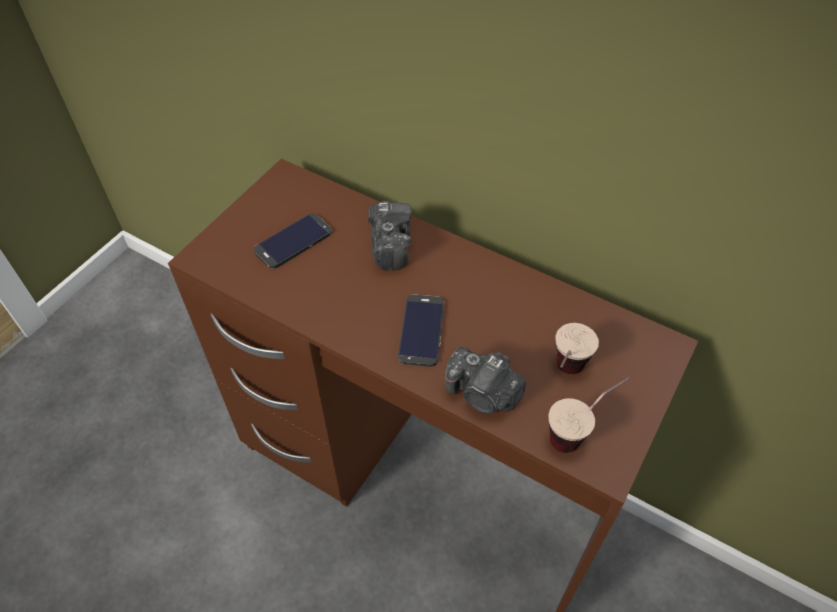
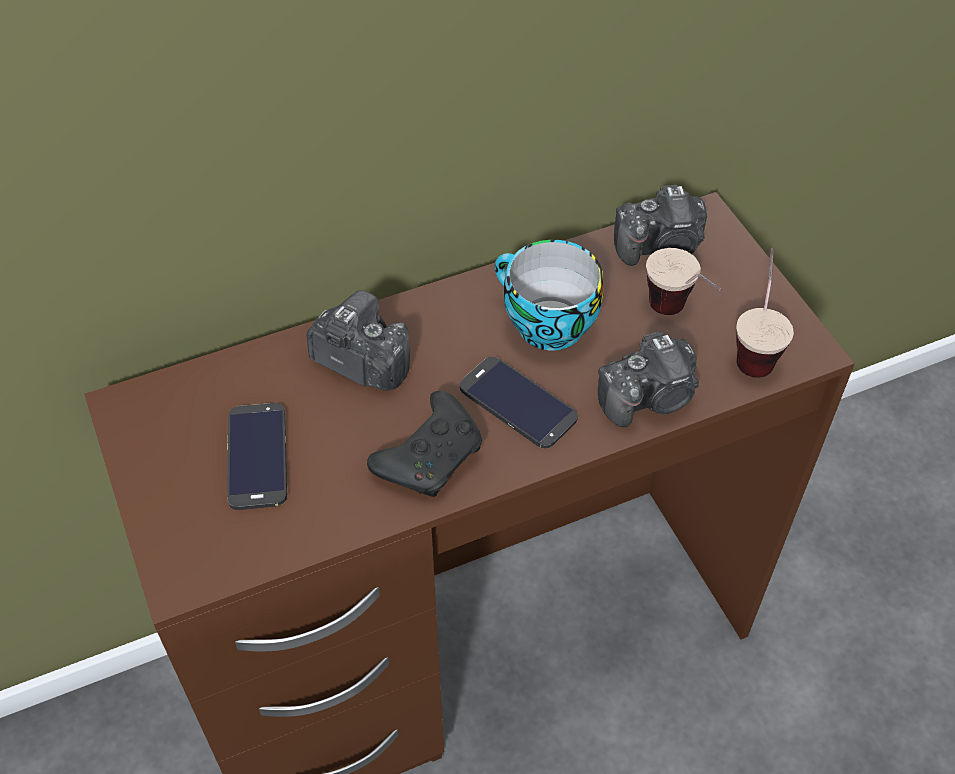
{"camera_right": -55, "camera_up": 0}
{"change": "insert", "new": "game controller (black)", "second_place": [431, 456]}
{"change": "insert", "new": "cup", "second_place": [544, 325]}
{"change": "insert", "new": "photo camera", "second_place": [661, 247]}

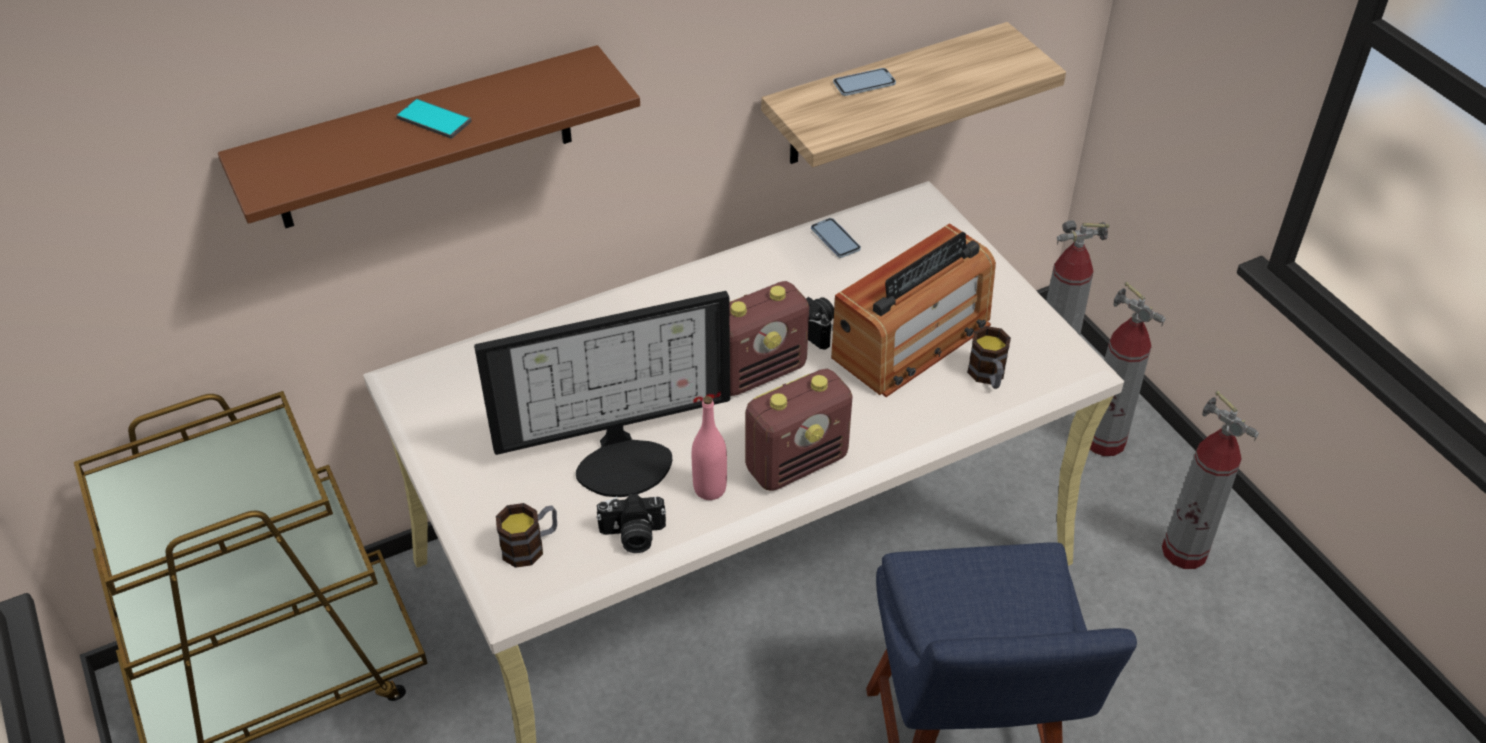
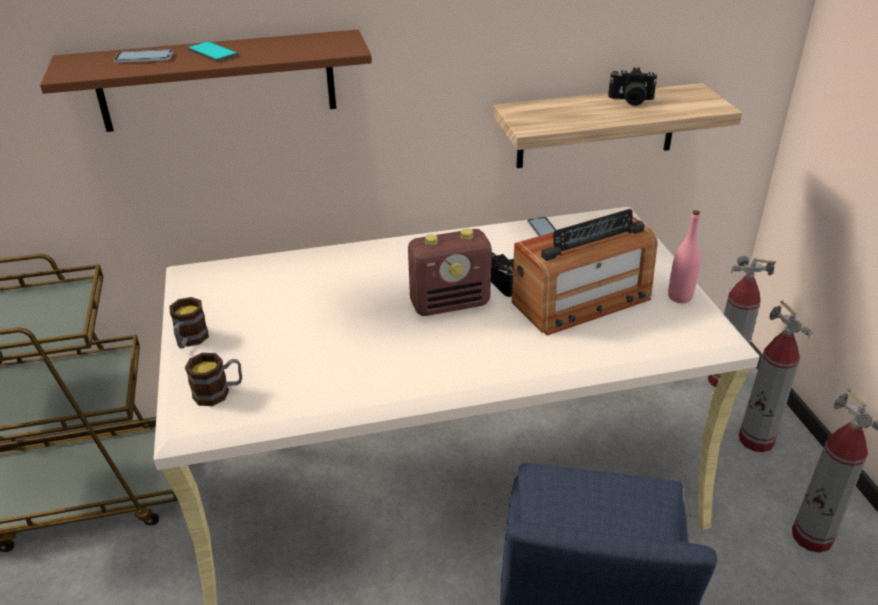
{"camera_right": 15, "camera_up": -10}
{"change": "delete", "old": "monitor", "first_place": [623, 459]}
{"change": "move", "old": "photo camera", "first_place": [633, 536], "second_place": [631, 100]}
{"change": "move", "old": "bottle (pink)", "first_place": [710, 489], "second_place": [679, 297]}
{"change": "delete", "old": "radio", "first_place": [797, 462]}
{"change": "move", "old": "phone", "first_place": [864, 83], "second_place": [144, 58]}
{"change": "move", "old": "mug", "first_place": [988, 376], "second_place": [190, 340]}

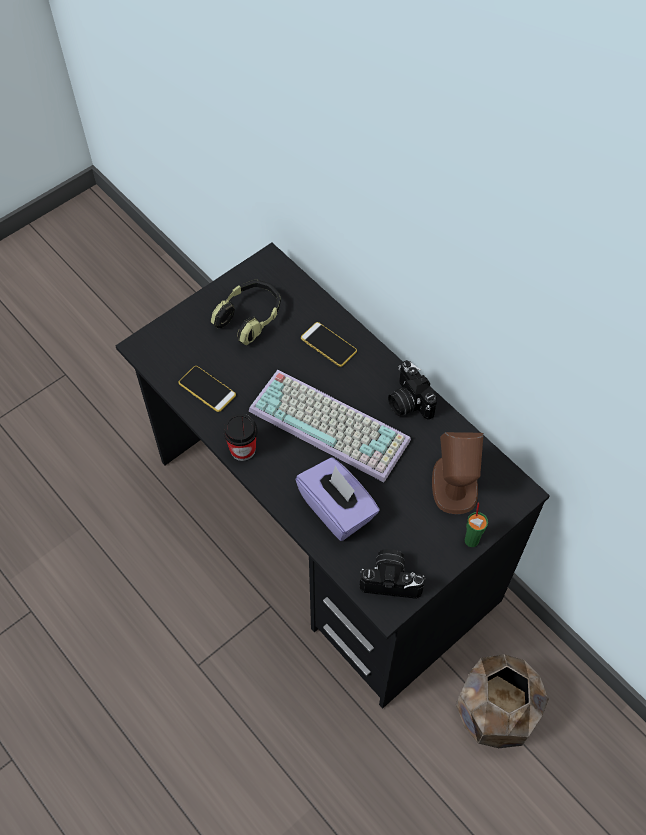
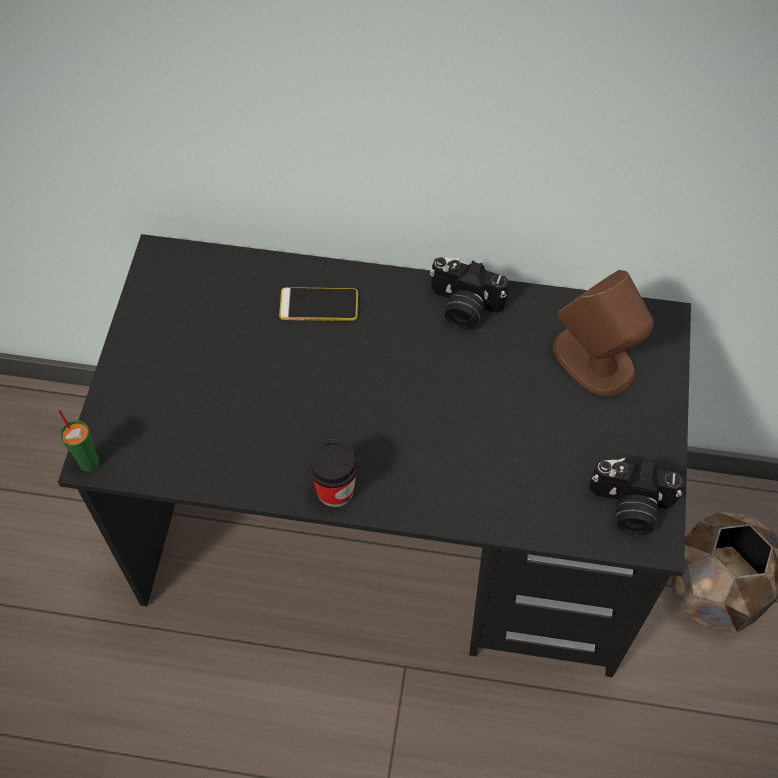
{"camera_right": -40, "camera_up": 0}
{"change": "delete", "old": "phone", "first_place": [207, 389]}
{"change": "delete", "old": "headphones", "first_place": [249, 317]}
{"change": "delete", "old": "keyboard", "first_place": [332, 424]}
{"change": "delete", "old": "tissue box (purple)", "first_place": [337, 509]}
{"change": "rotate", "old": "photo camera", "first_place": [391, 579], "second_place": [629, 507], "degrees": -135}
{"change": "move", "old": "cup (green)", "first_place": [472, 540], "second_place": [89, 462]}

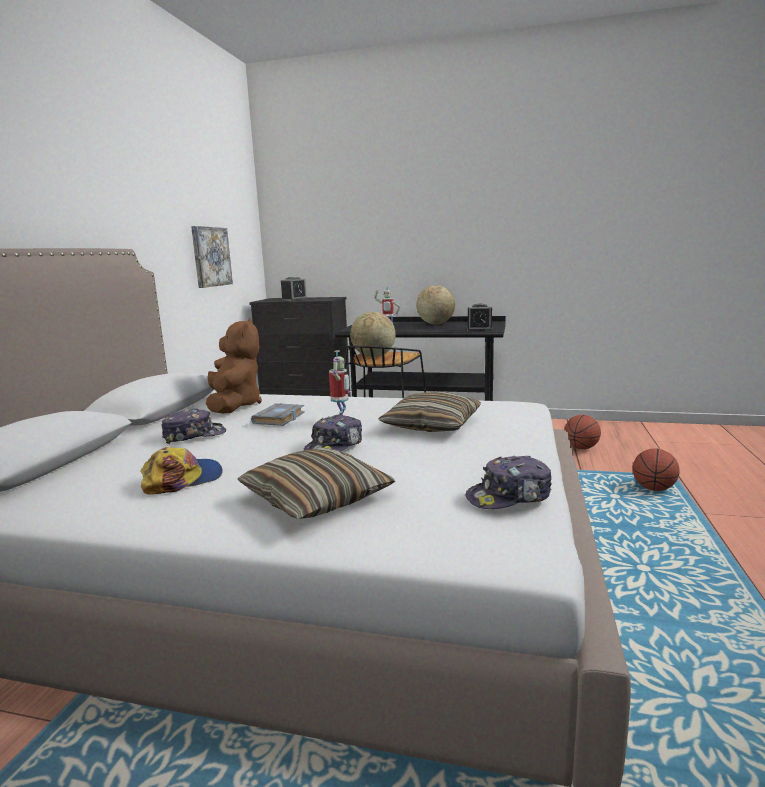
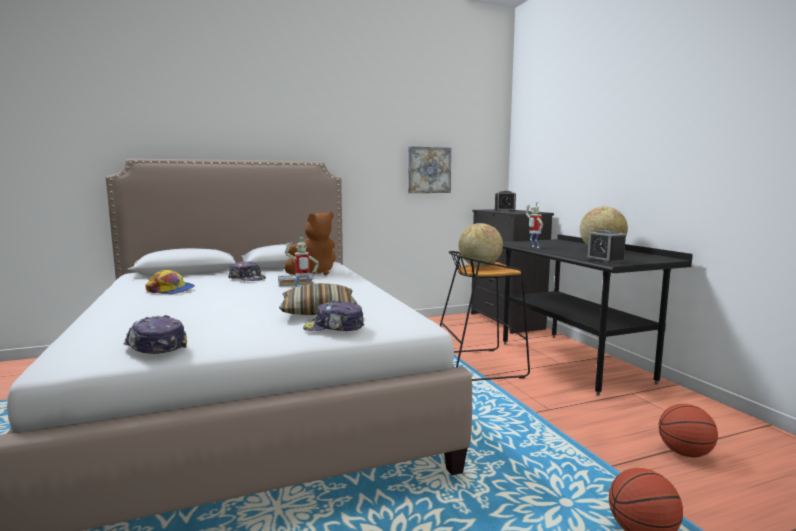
{"camera_right": 55, "camera_up": -5}
{"change": "delete", "old": "pillow", "first_place": [316, 499]}
{"change": "move", "old": "cap", "first_place": [335, 446], "second_place": [334, 328]}

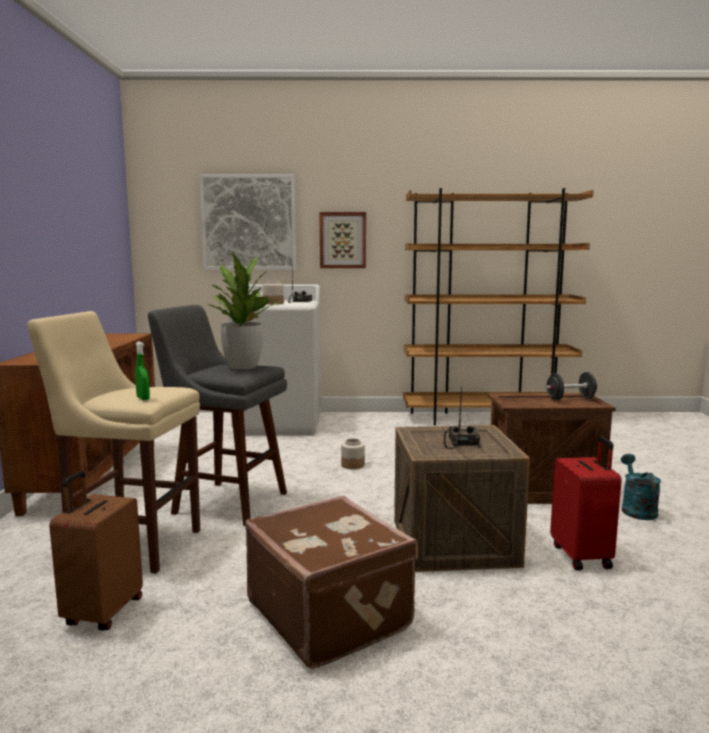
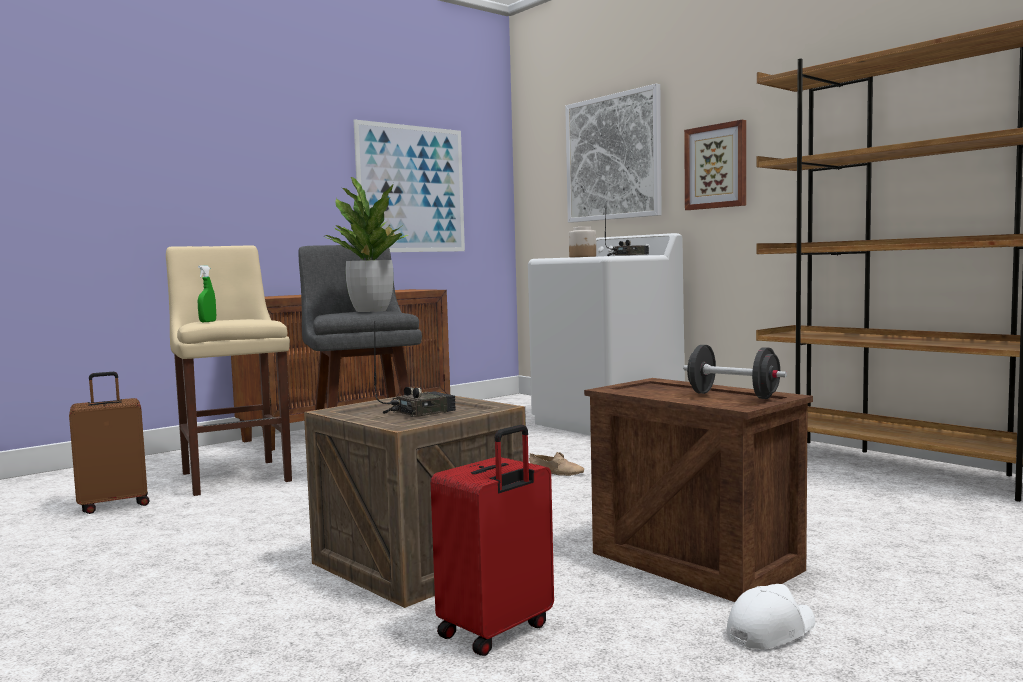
{"camera_right": 50, "camera_up": -5}
{"change": "delete", "old": "suitcase (brown)", "first_place": [330, 614]}
{"change": "replace", "old": "jar", "new": "shoe (beige)", "first_place": [352, 465], "second_place": [556, 472]}
{"change": "replace", "old": "watering can (turquoise)", "new": "cap (white)", "first_place": [636, 509], "second_place": [770, 630]}
{"change": "insert", "new": "picture", "second_place": [411, 189]}

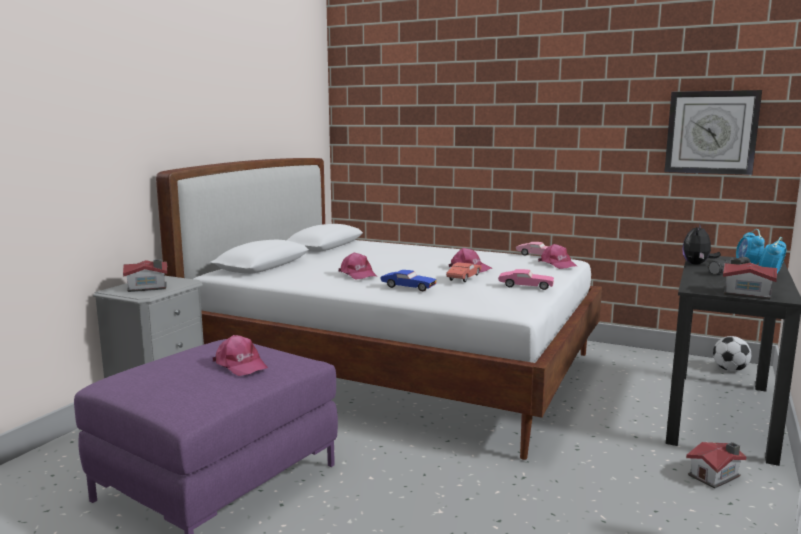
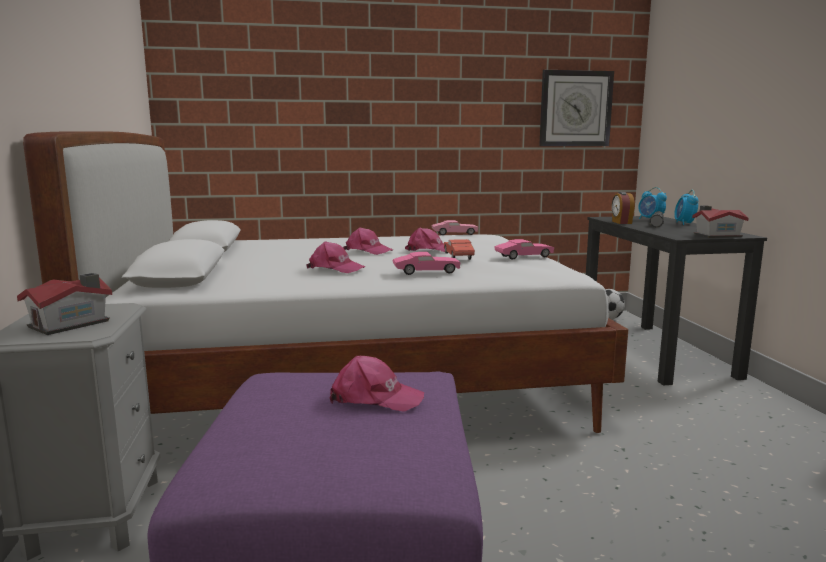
{"camera_right": -35, "camera_up": 0}
{"change": "recolor", "old": "toy car (blue)", "new": "toy car (pink)", "first_place": [408, 287], "second_place": [426, 272]}
{"change": "move", "old": "cap (pink)", "first_place": [558, 264], "second_place": [367, 251]}
{"change": "replace", "old": "plush toy", "new": "alarm clock", "first_place": [697, 264], "second_place": [621, 222]}
{"change": "delete", "old": "toy house", "first_place": [716, 476]}

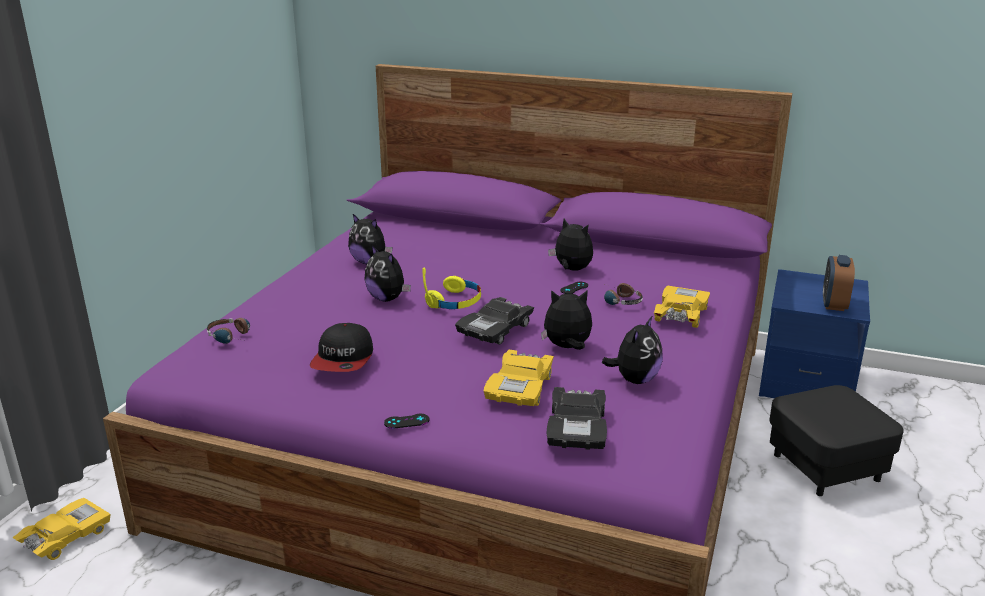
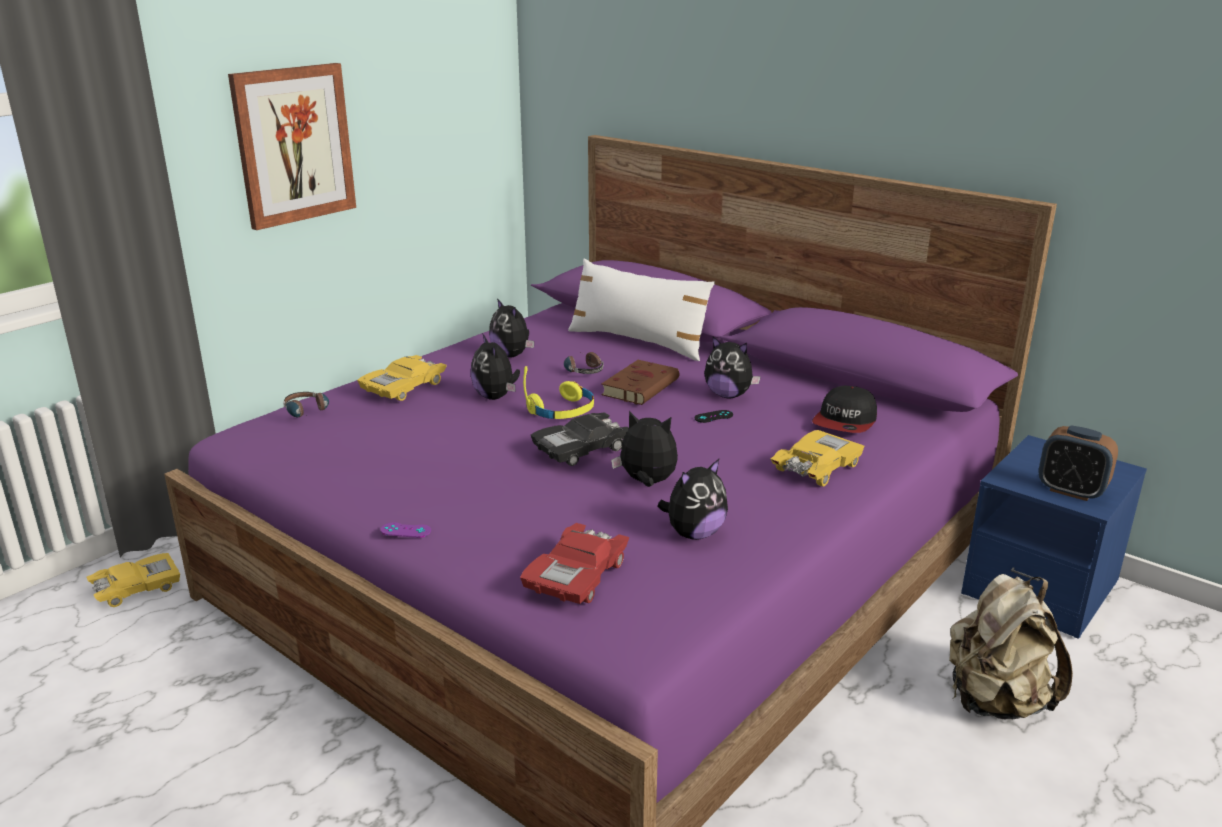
{"camera_right": 20, "camera_up": 0}
{"change": "move", "old": "cap", "first_place": [343, 359], "second_place": [845, 421]}
{"change": "recolor", "old": "game controller (black)", "new": "game controller (purple)", "first_place": [406, 421], "second_place": [405, 530]}
{"change": "move", "old": "toy car (yellow)", "first_place": [520, 388], "second_place": [404, 387]}
{"change": "recolor", "old": "toy car (black)", "new": "toy car (red)", "first_place": [577, 429], "second_place": [577, 576]}
{"change": "rotate", "old": "plush toy", "first_place": [571, 270], "second_place": [728, 395], "degrees": 150}
{"change": "move", "old": "headphones", "first_place": [618, 300], "second_place": [582, 369]}
{"change": "replace", "old": "ottoman (black)", "new": "backpack (beige)", "first_place": [826, 467], "second_place": [995, 701]}
{"change": "rotate", "old": "alarm clock", "first_place": [834, 304], "second_place": [1071, 491], "degrees": -90}
{"change": "insert", "new": "picture", "second_place": [294, 145]}
{"change": "insert", "new": "pillow (white)", "second_place": [638, 341]}
{"change": "insert", "new": "book (brown)", "second_place": [641, 386]}

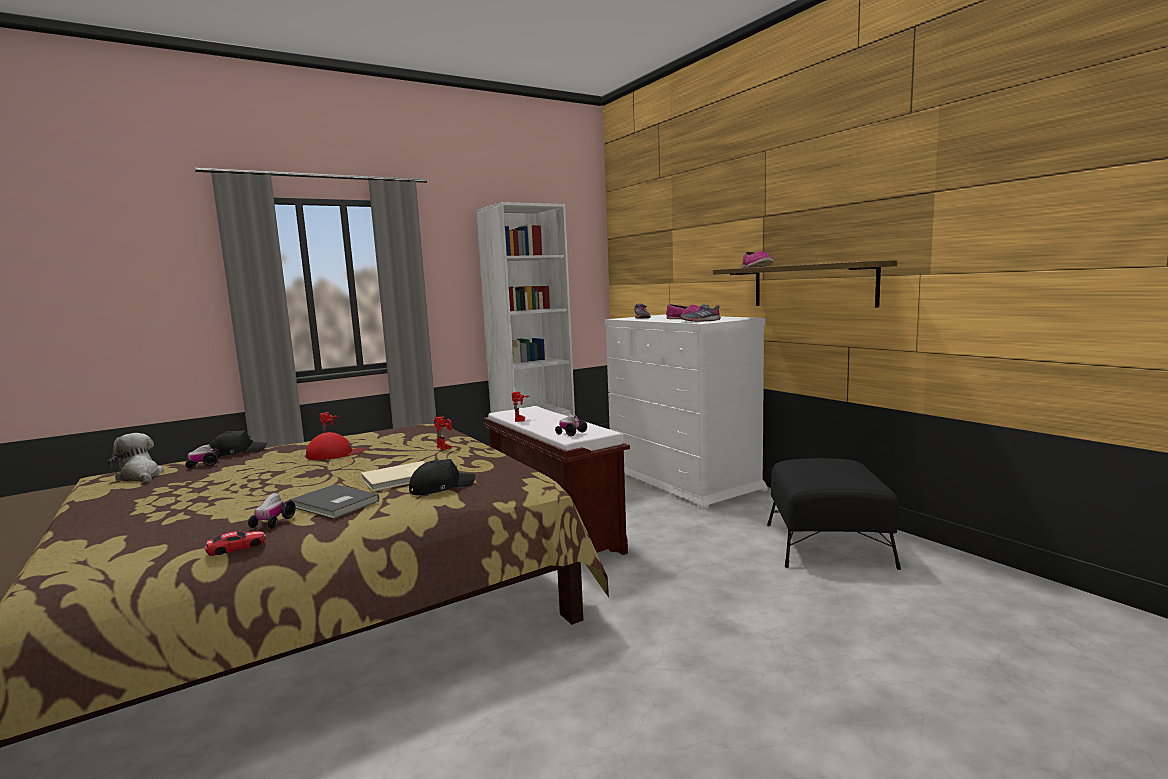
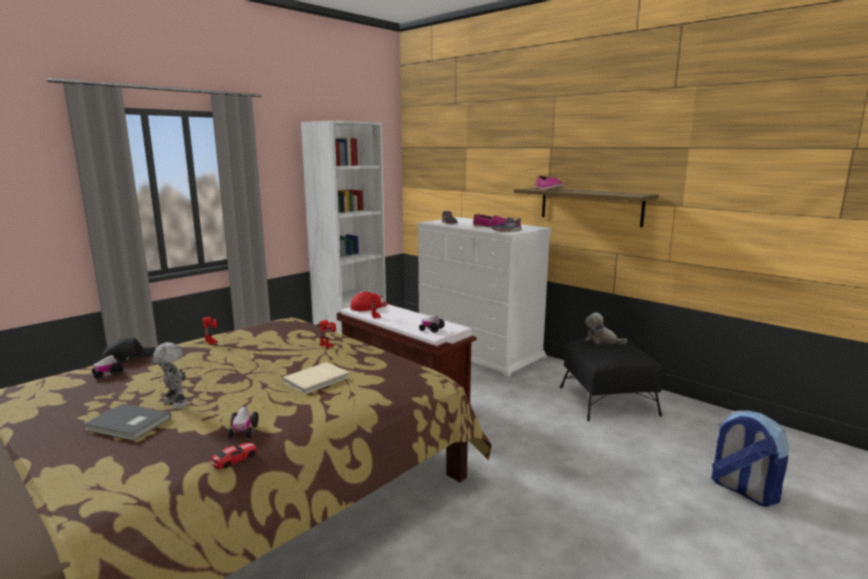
{"camera_right": -15, "camera_up": 5}
{"change": "move", "old": "plush toy", "first_place": [140, 476], "second_place": [601, 340]}
{"change": "move", "old": "book (grey)", "first_place": [333, 504], "second_place": [128, 425]}
{"change": "move", "old": "cap (red)", "first_place": [335, 454], "second_place": [368, 306]}
{"change": "delete", "old": "cap (black)", "first_place": [441, 487]}
{"change": "insert", "new": "toy robot", "second_place": [174, 403]}
{"change": "insert", "new": "backpack", "second_place": [742, 490]}

